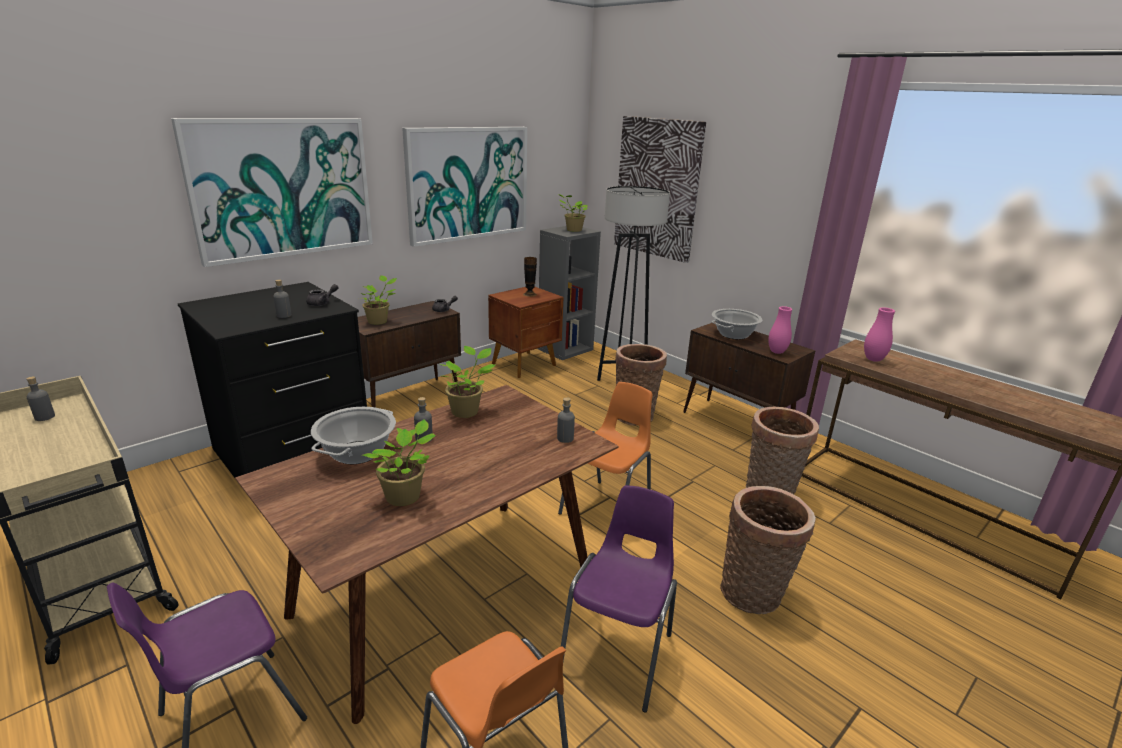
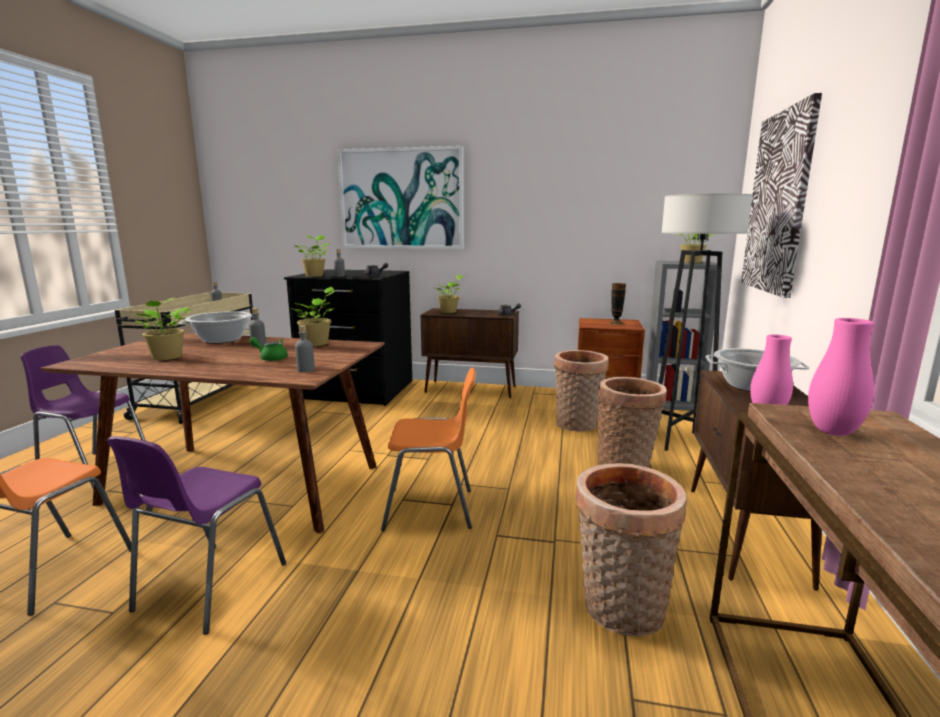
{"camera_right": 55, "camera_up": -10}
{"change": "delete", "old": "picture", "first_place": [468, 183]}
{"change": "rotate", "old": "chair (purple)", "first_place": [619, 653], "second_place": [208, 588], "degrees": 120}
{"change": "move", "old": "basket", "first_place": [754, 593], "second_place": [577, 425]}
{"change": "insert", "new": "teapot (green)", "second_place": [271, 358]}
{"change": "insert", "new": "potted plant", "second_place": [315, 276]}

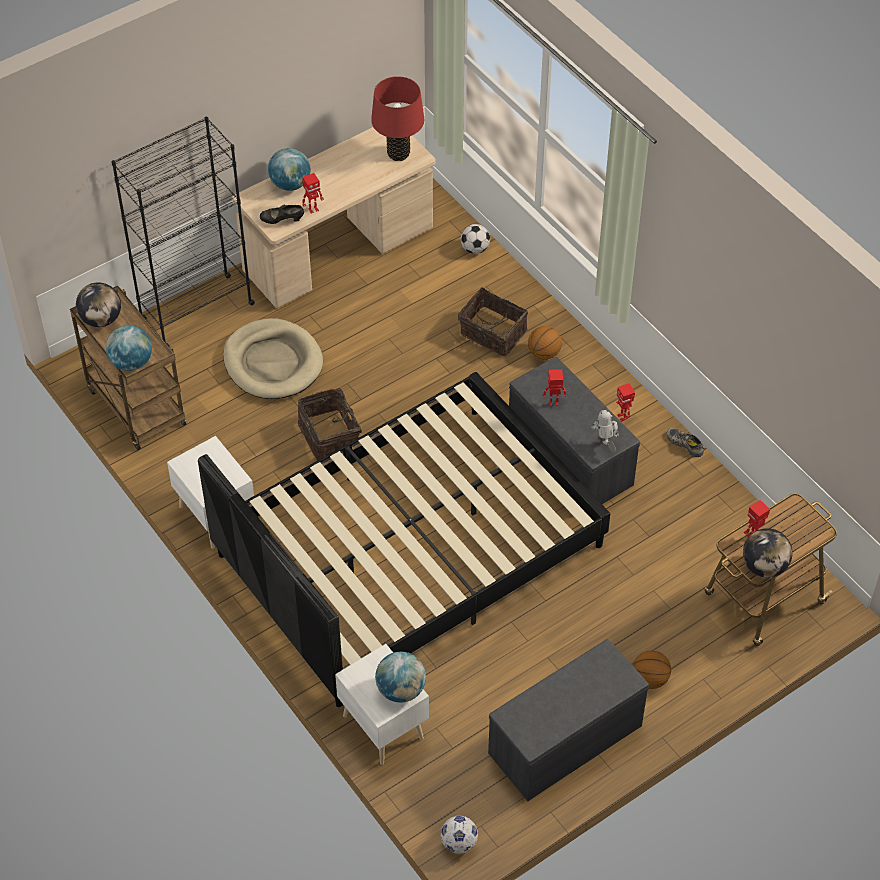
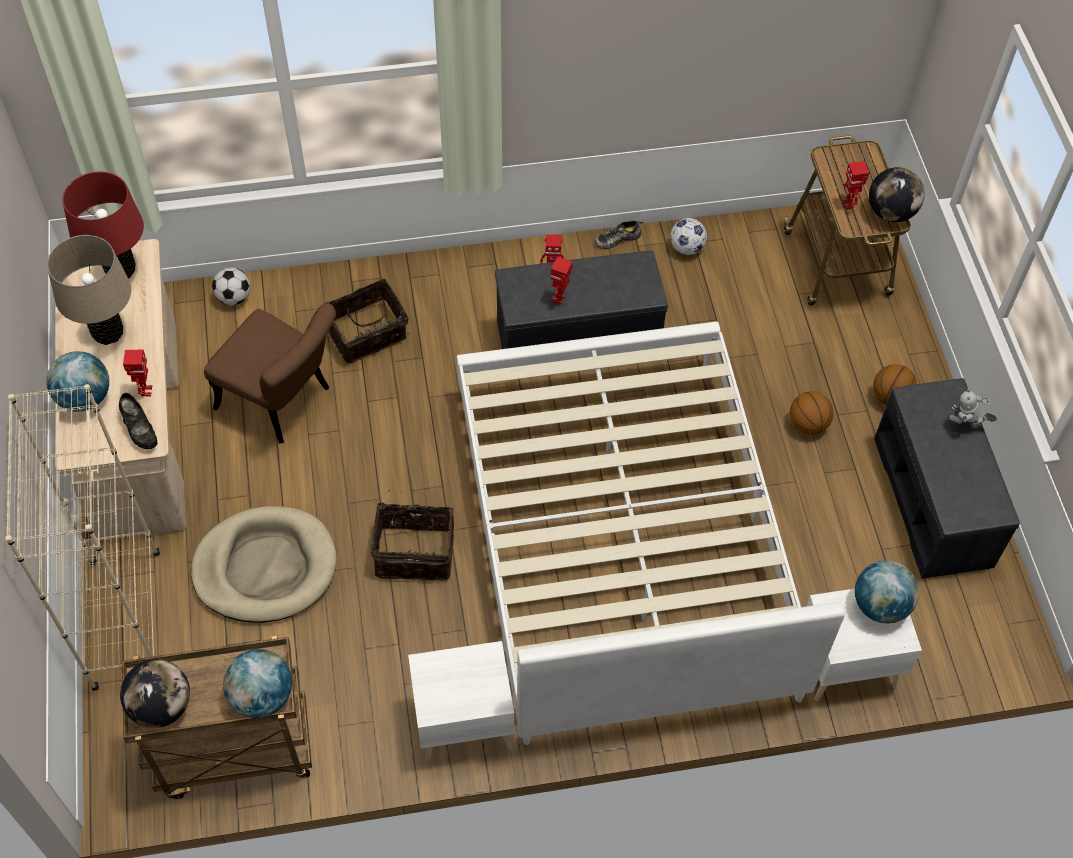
{"camera_right": -65, "camera_up": 5}
{"change": "recolor", "old": "bookcase (black)", "new": "bookcase (beige)", "first_place": [196, 312], "second_place": [127, 620]}
{"change": "recolor", "old": "bed (black)", "new": "bed (white)", "first_place": [409, 550], "second_place": [621, 541]}
{"change": "rotate", "old": "shoe (black)", "first_place": [282, 220], "second_place": [140, 431], "degrees": -60}
{"change": "move", "old": "football", "first_place": [459, 843], "second_place": [687, 248]}
{"change": "move", "old": "basketball", "first_place": [544, 353], "second_place": [808, 424]}
{"change": "move", "old": "toy robot", "first_place": [604, 445], "second_place": [965, 426]}
{"change": "insert", "new": "table lamp (beige)", "second_place": [108, 333]}
{"change": "insert", "new": "chair (brown)", "second_place": [283, 402]}

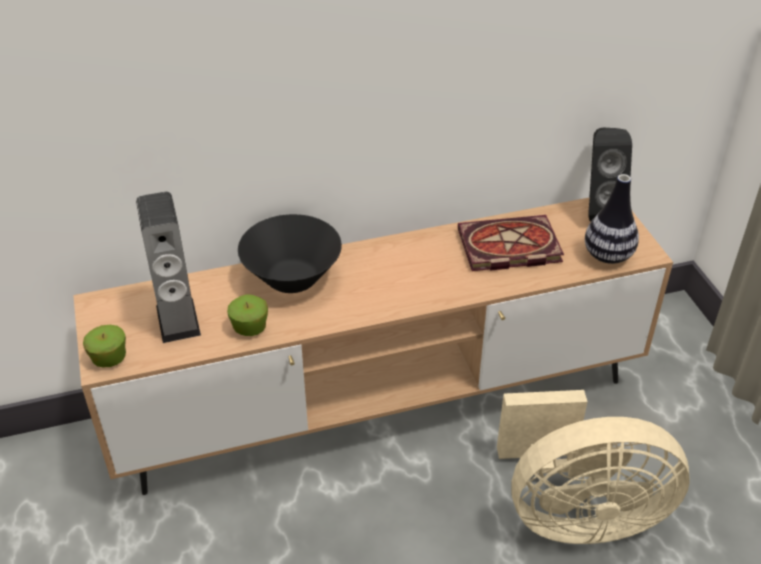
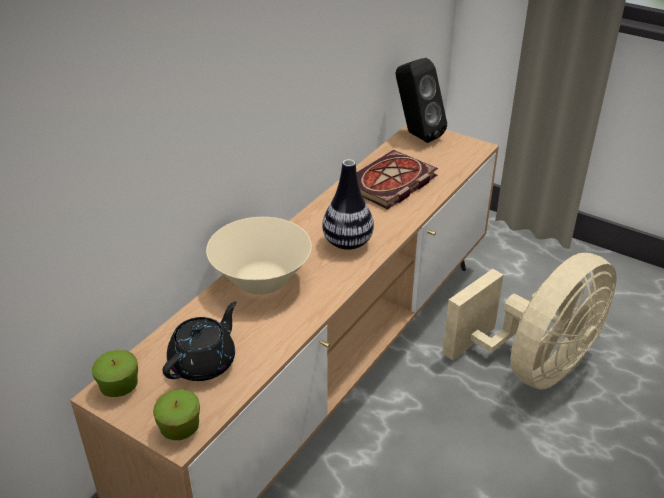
{"camera_right": -40, "camera_up": -5}
{"change": "replace", "old": "speaker", "new": "teapot (black)", "first_place": [178, 320], "second_place": [204, 362]}
{"change": "move", "old": "apple", "first_place": [250, 328], "second_place": [119, 387]}
{"change": "recolor", "old": "bowl (black)", "new": "bowl (beige)", "first_place": [292, 278], "second_place": [261, 280]}
{"change": "move", "old": "vase", "first_place": [607, 255], "second_place": [347, 243]}

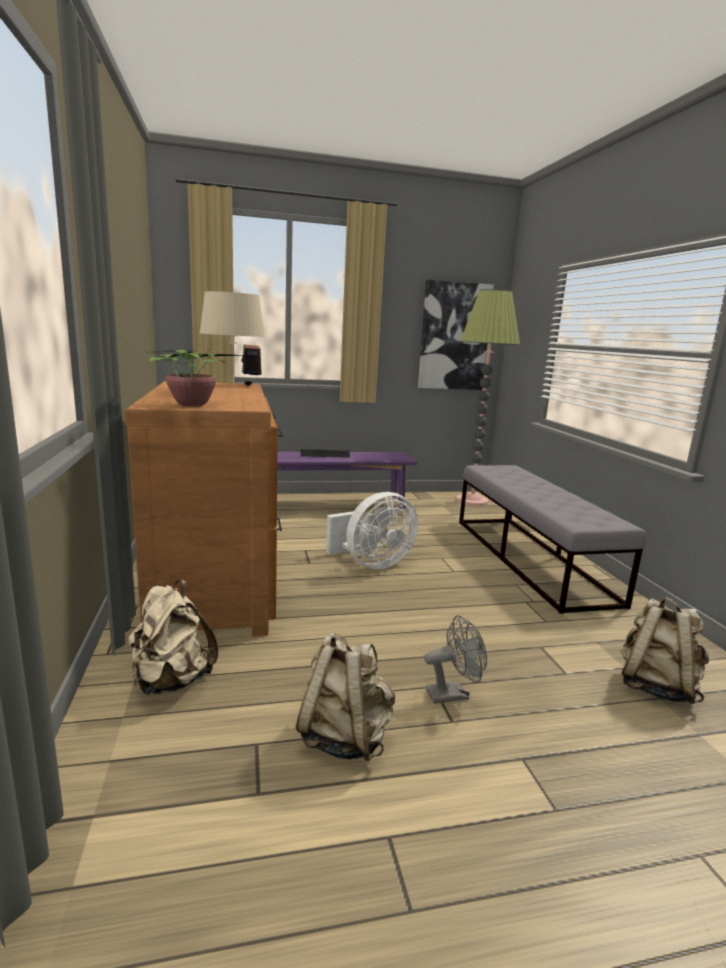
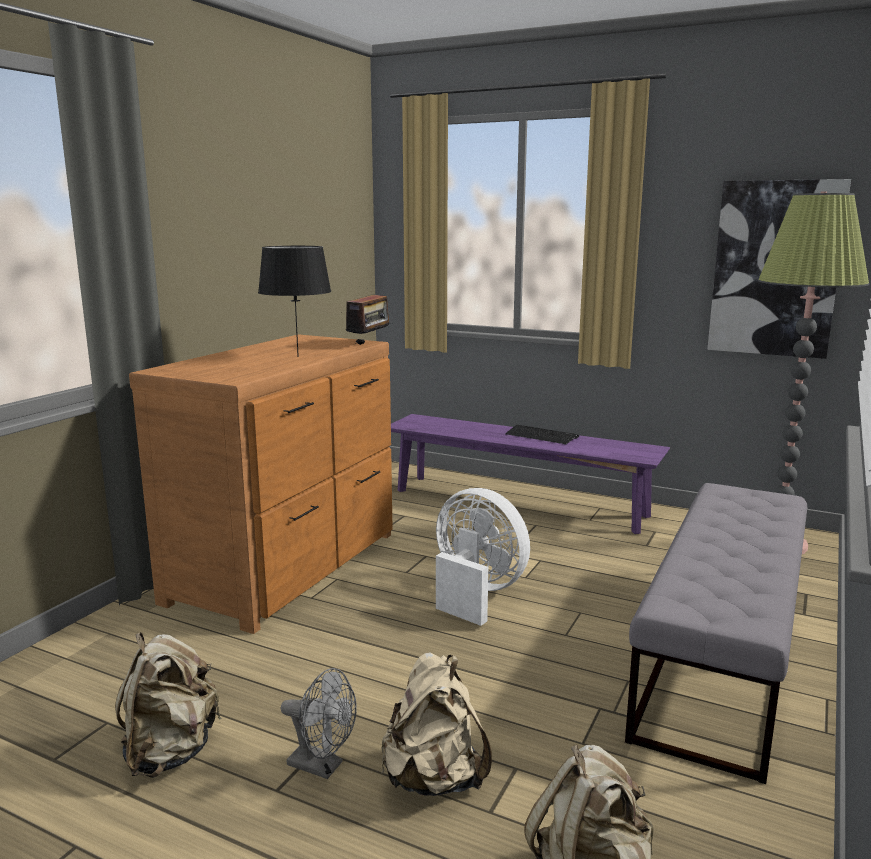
{"camera_right": 40, "camera_up": 0}
{"change": "move", "old": "backpack (beige)", "first_place": [171, 681], "second_place": [434, 778]}
{"change": "delete", "old": "potted plant", "first_place": [191, 404]}
{"change": "recolor", "old": "table lamp (beige)", "new": "table lamp (black)", "first_place": [233, 393], "second_place": [298, 356]}
{"change": "rotate", "old": "fan (white)", "first_place": [372, 564], "second_place": [476, 593], "degrees": -150}

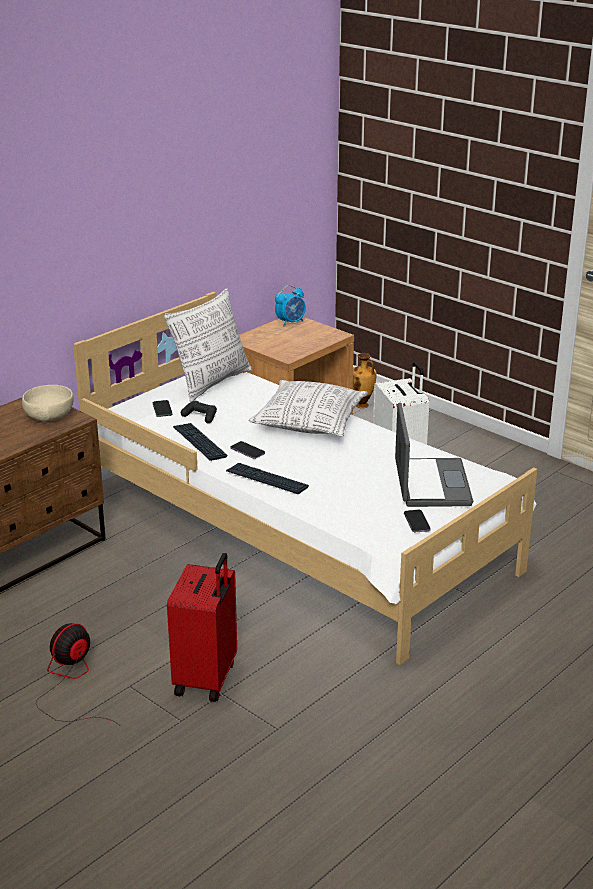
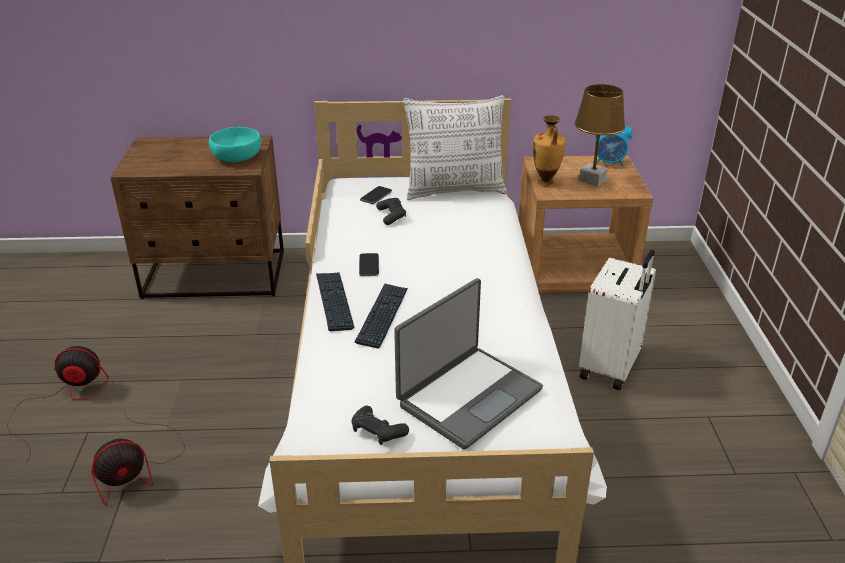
{"camera_right": 45, "camera_up": 5}
{"change": "recolor", "old": "bowl (beige)", "new": "bowl (turquoise)", "first_place": [50, 415], "second_place": [238, 157]}
{"change": "replace", "old": "suitcase (red)", "new": "fan", "first_place": [207, 679], "second_place": [137, 468]}
{"change": "move", "old": "keyboard", "first_place": [199, 442], "second_place": [382, 316]}
{"change": "delete", "old": "pillow", "first_place": [309, 422]}
{"change": "move", "old": "vase", "first_place": [362, 405], "second_place": [545, 183]}
{"change": "replace", "old": "phone", "new": "game controller (black)", "first_place": [417, 522], "second_place": [378, 431]}
{"change": "insert", "new": "table lamp (brown)", "second_place": [592, 180]}

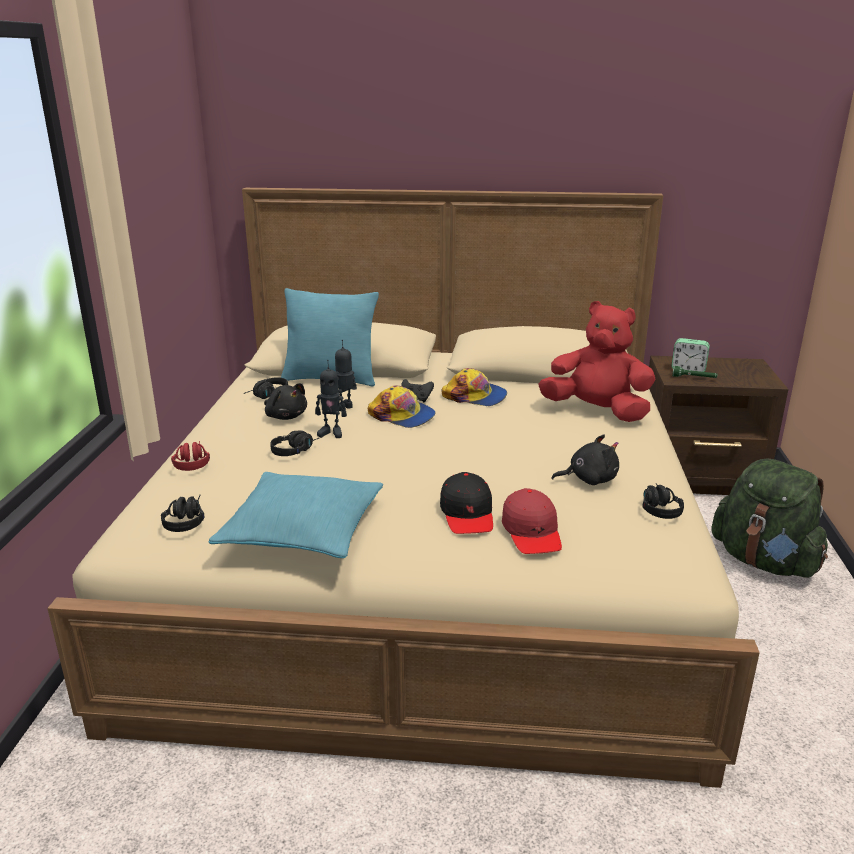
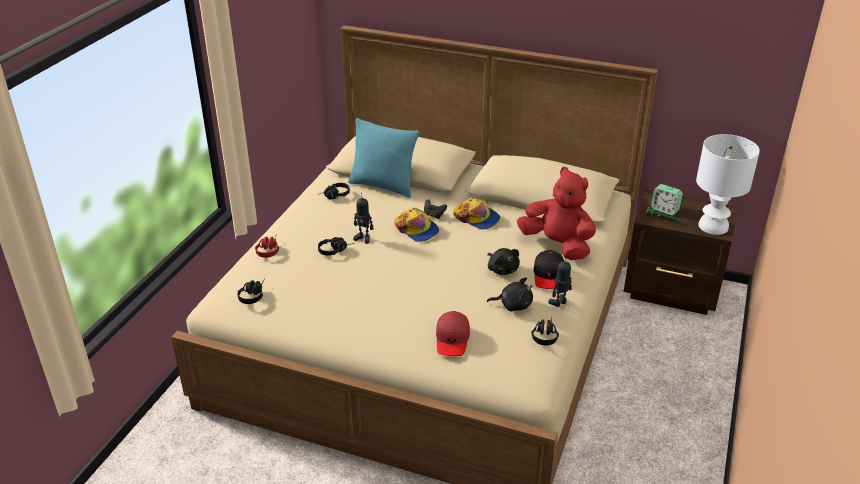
{"camera_right": 15, "camera_up": 10}
{"change": "delete", "old": "pillow (turquoise)", "first_place": [302, 530]}
{"change": "move", "old": "plush toy (black)", "first_place": [285, 416], "second_place": [502, 269]}
{"change": "move", "old": "toy robot", "first_place": [344, 408], "second_place": [559, 303]}
{"change": "move", "old": "cap (black)", "first_place": [467, 514], "second_place": [548, 275]}
{"change": "delete", "old": "backpack (green)", "first_place": [764, 561]}
{"change": "insert", "new": "table lamp (white)", "second_place": [713, 226]}

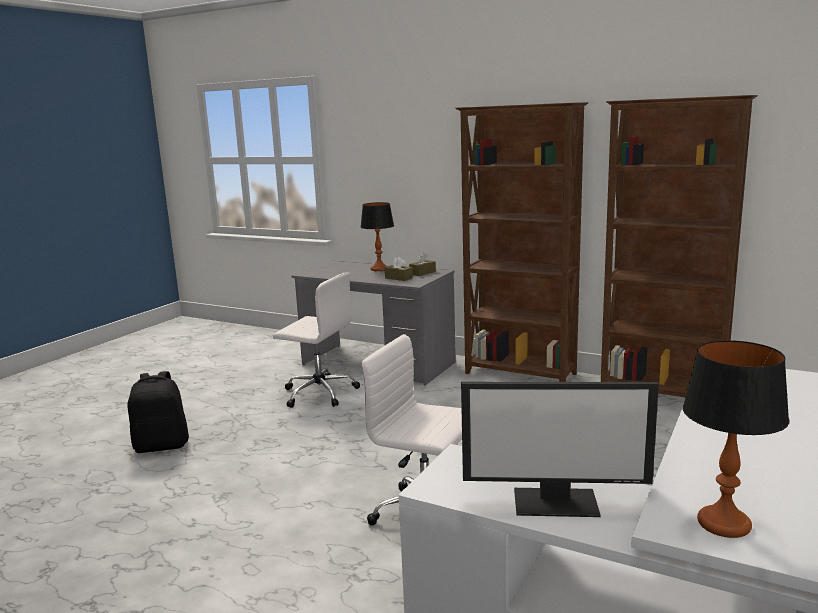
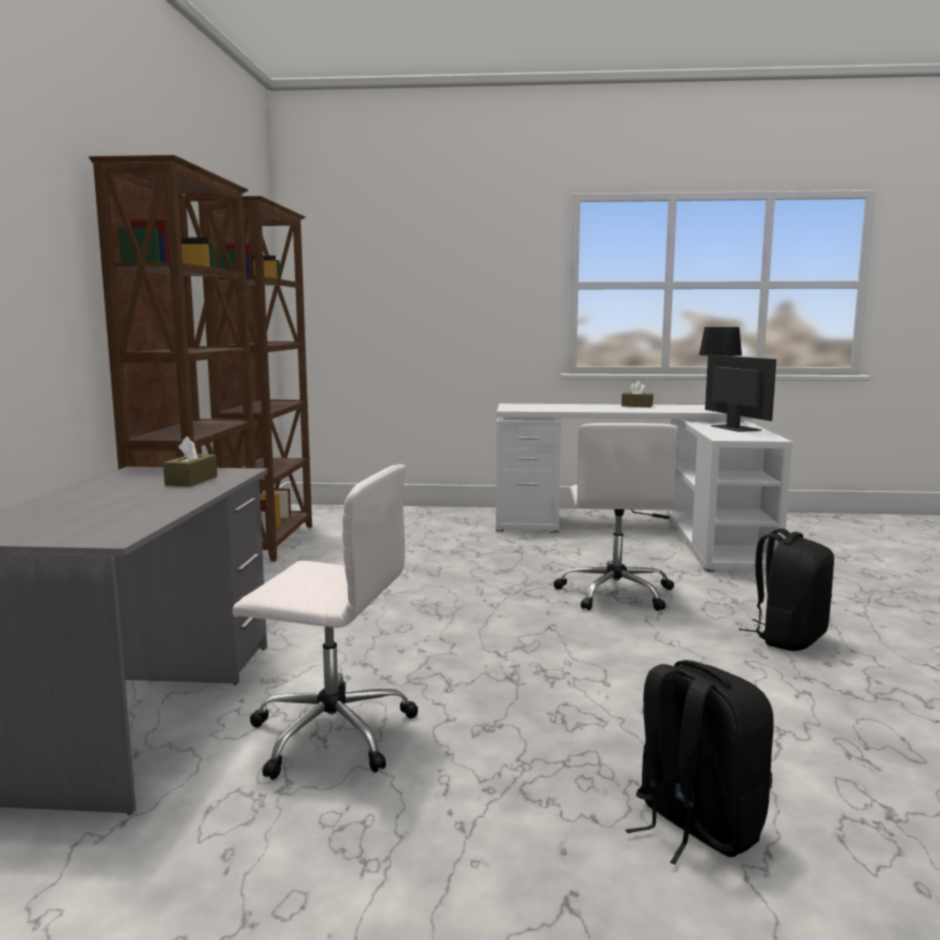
{"camera_right": -115, "camera_up": -5}
{"change": "rotate", "old": "office chair (white)", "first_place": [318, 393], "second_place": [329, 733], "degrees": 105}
{"change": "delete", "old": "table lamp", "first_place": [379, 269]}
{"change": "move", "old": "tissue box (brown)", "first_place": [422, 273], "second_place": [637, 406]}
{"change": "insert", "new": "backpack (black)", "second_place": [788, 638]}

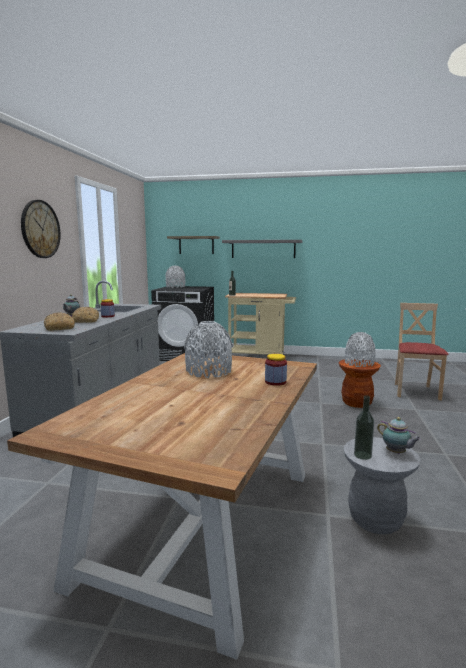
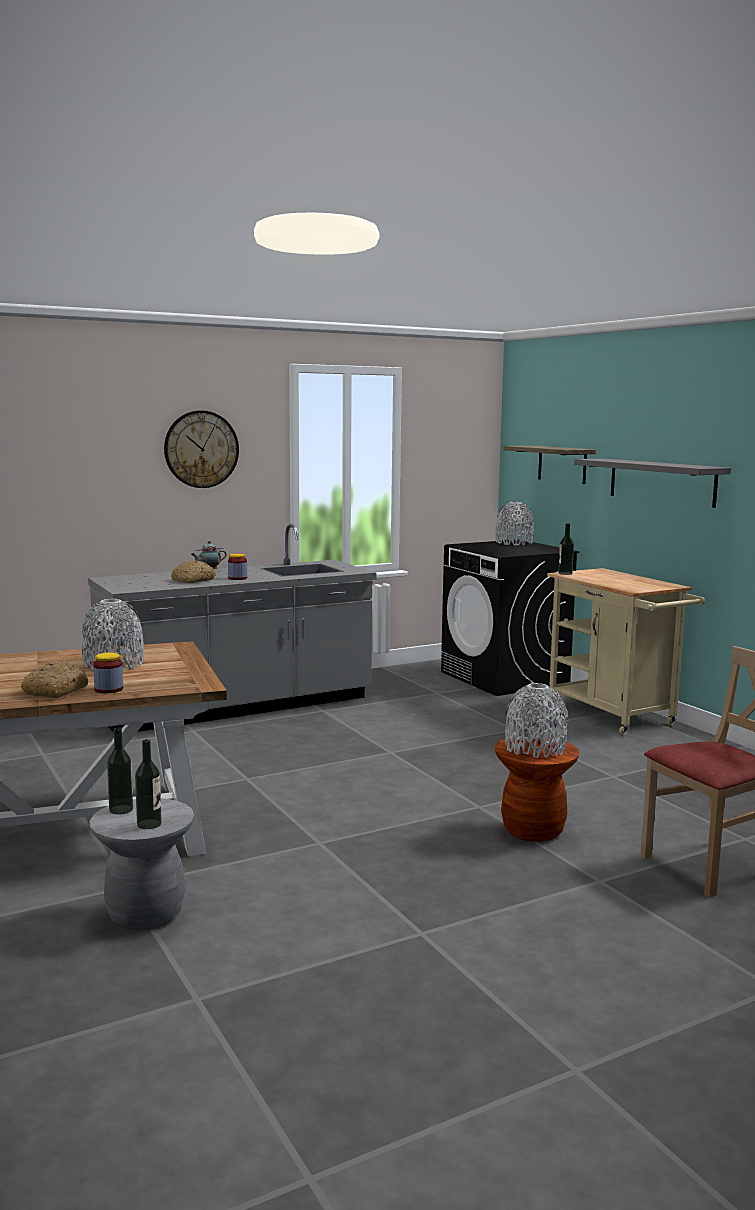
{"camera_right": 50, "camera_up": 0}
{"change": "move", "old": "bread", "first_place": [59, 328], "second_place": [55, 690]}
{"change": "replace", "old": "teapot", "new": "bottle", "first_place": [396, 453], "second_place": [149, 824]}

